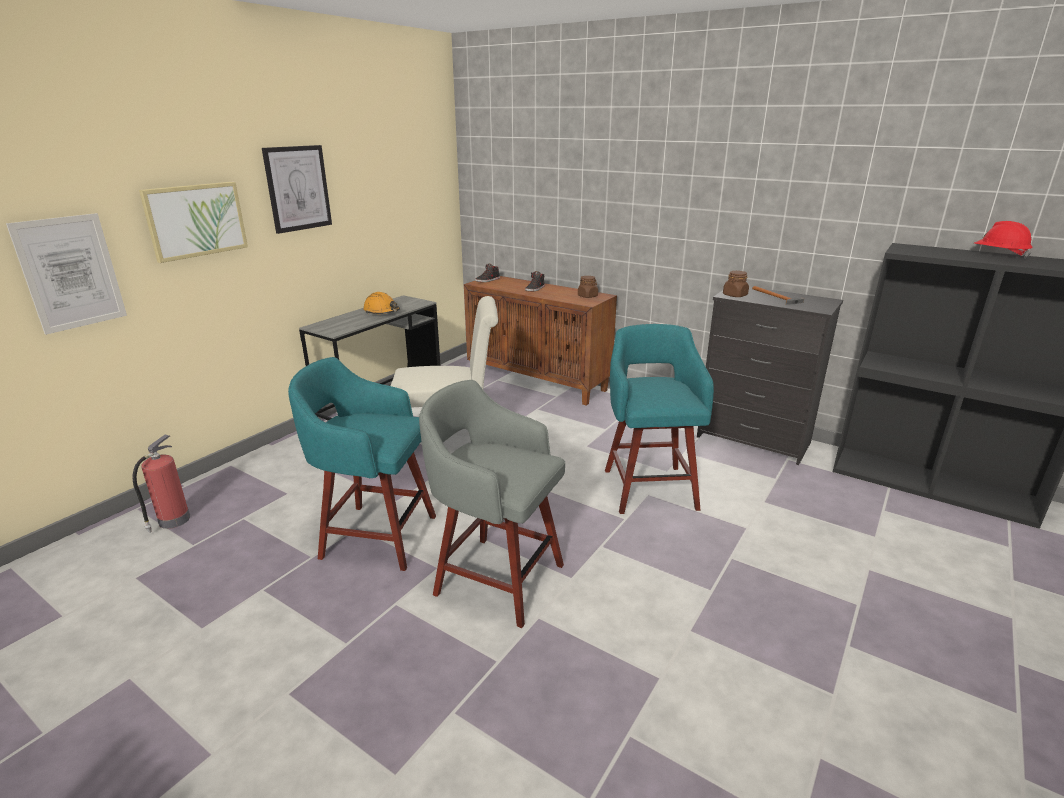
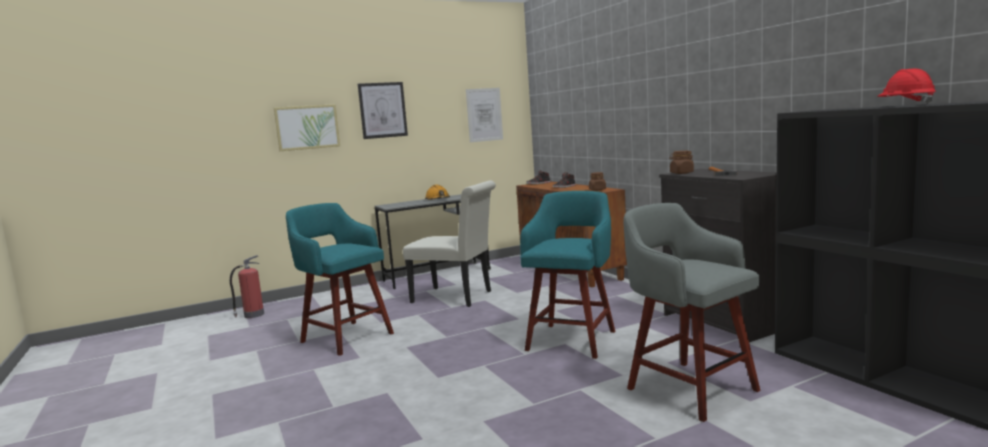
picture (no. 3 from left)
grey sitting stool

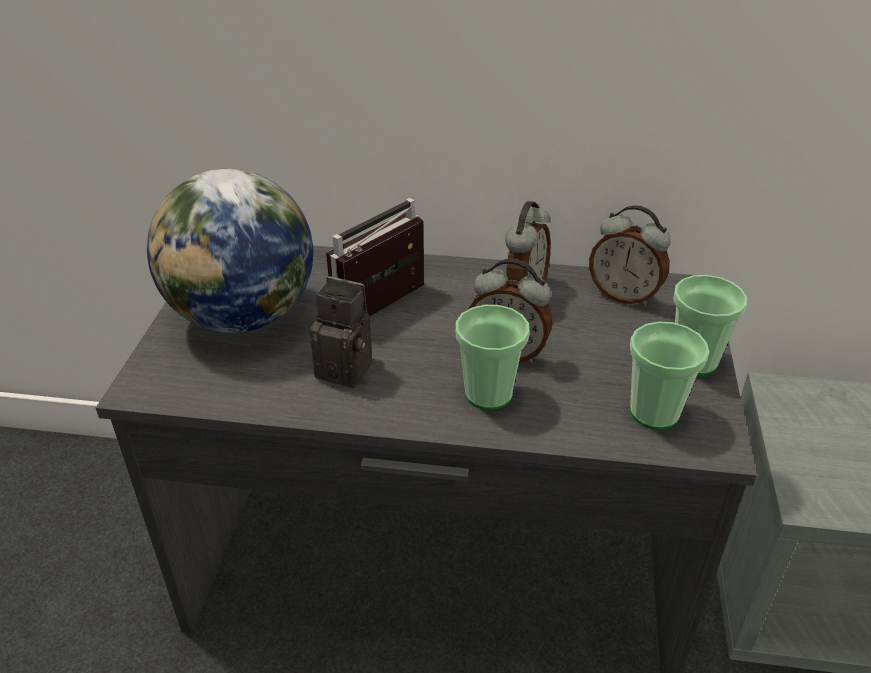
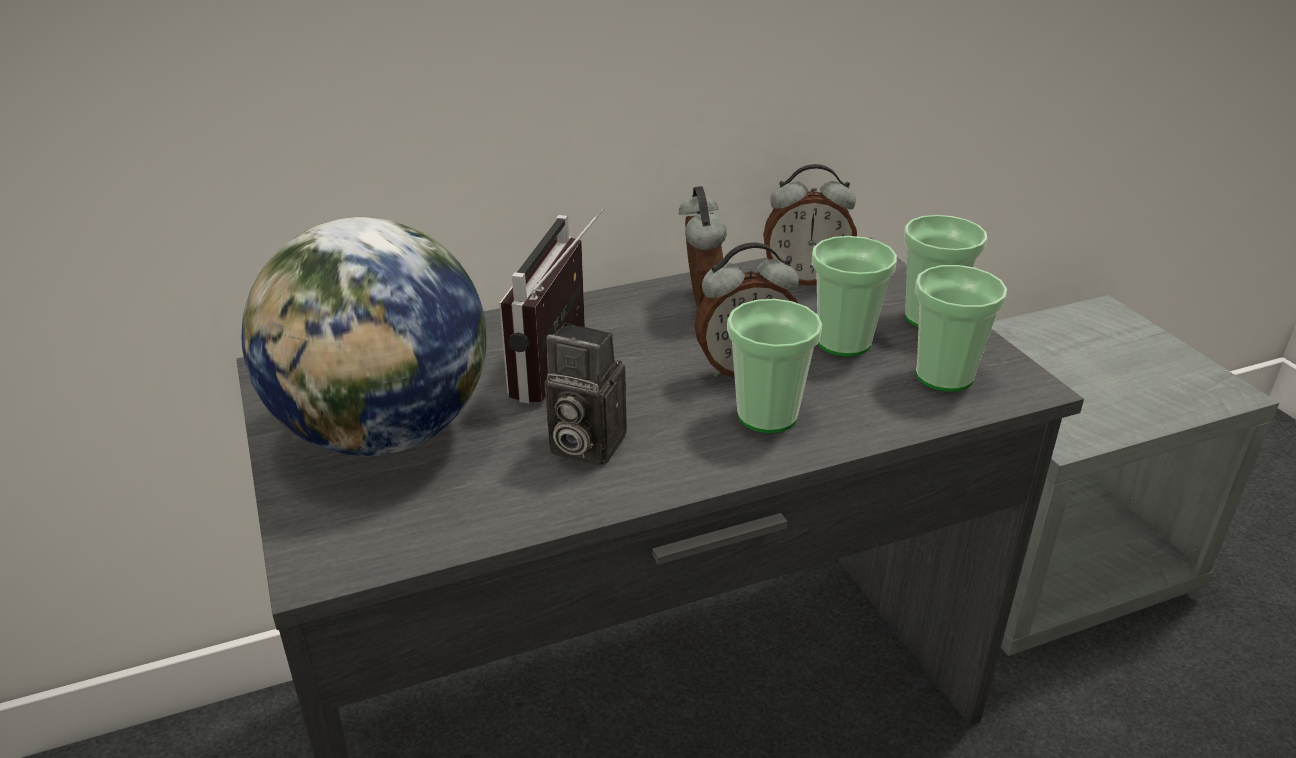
still camera
drinking cup (no. 2 from left)

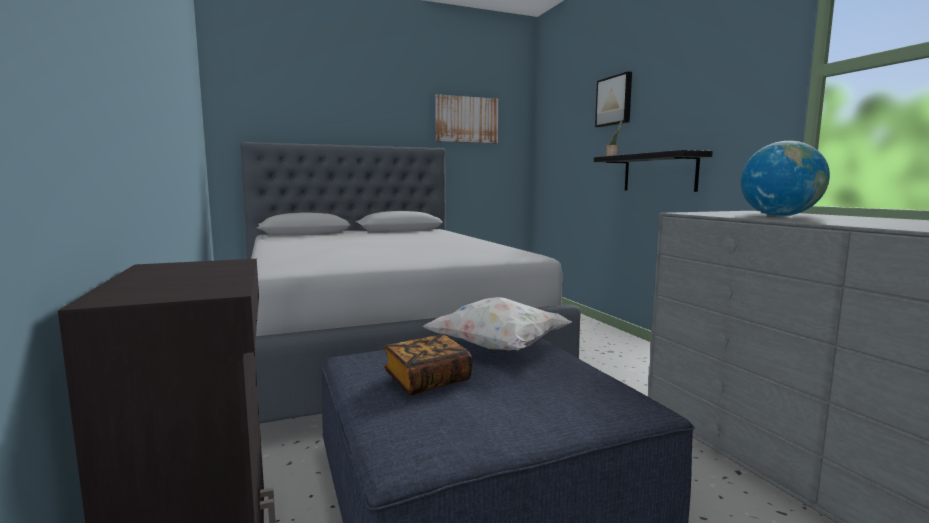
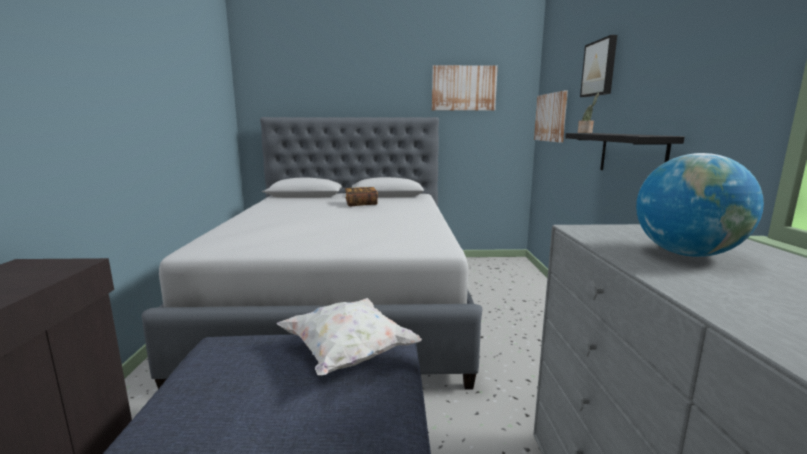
book
picture (no. 2 from left)

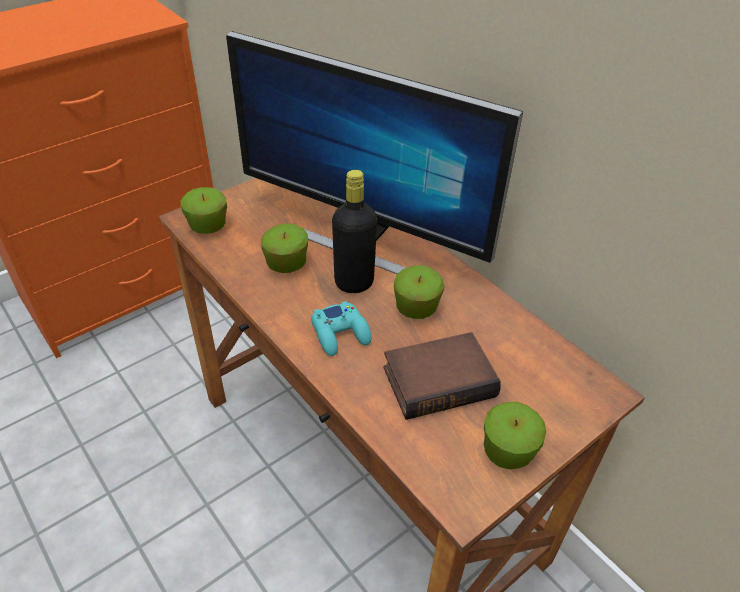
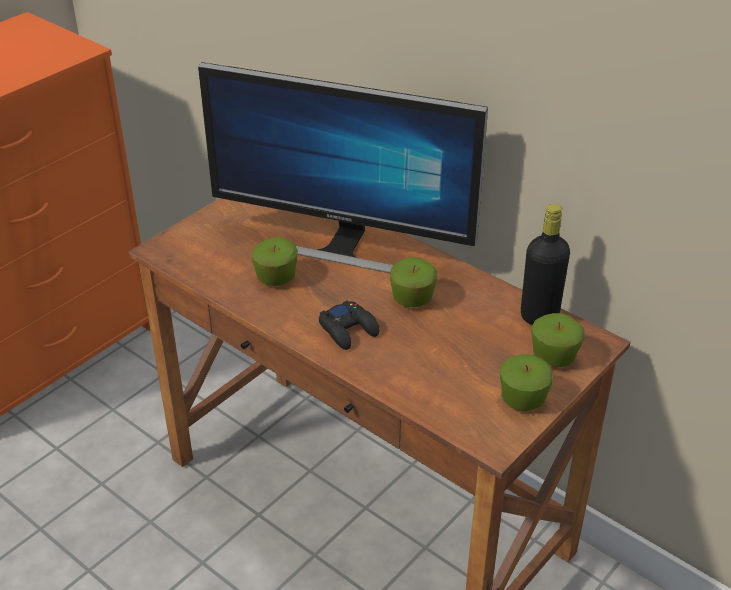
black drink bottle
whole apple (no. 4 from left)
black joypad
book

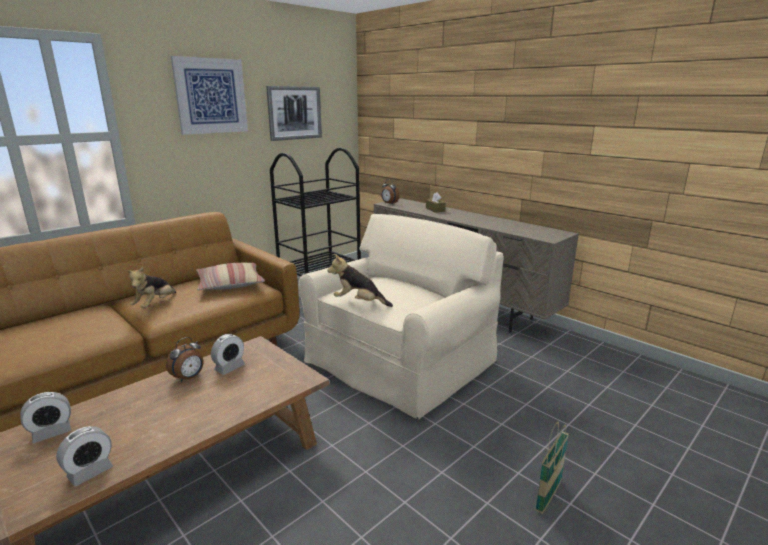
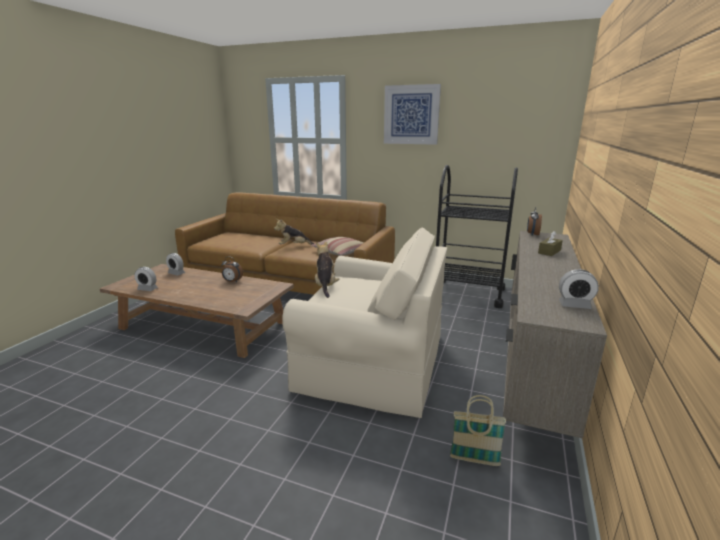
picture (no. 2 from left in the first image)
alarm clock (no. 5 from left)
storage basket

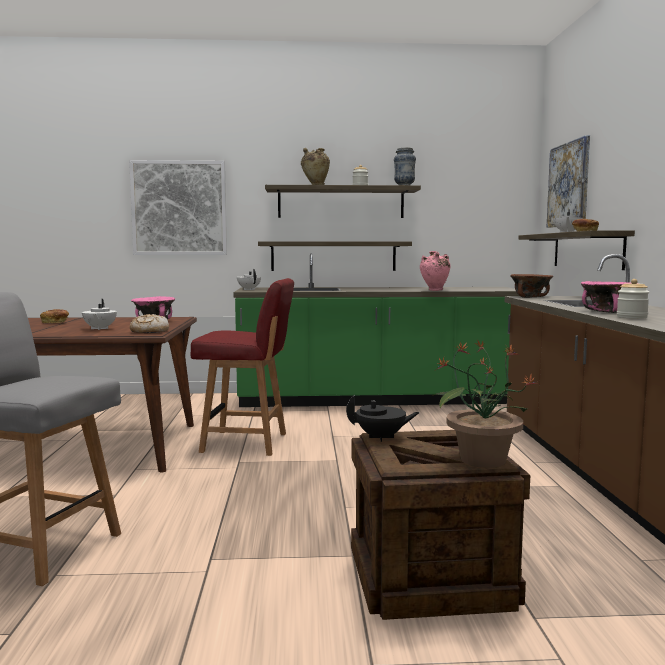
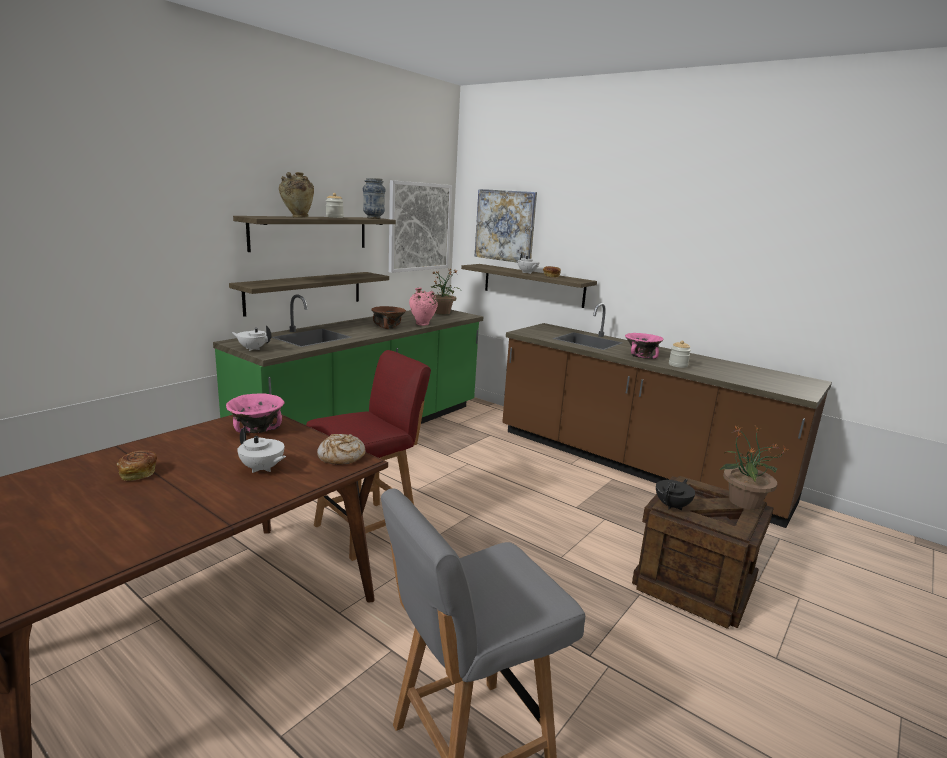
picture (no. 1 from left)
brown serving bowl
houseplant (no. 1 from left)

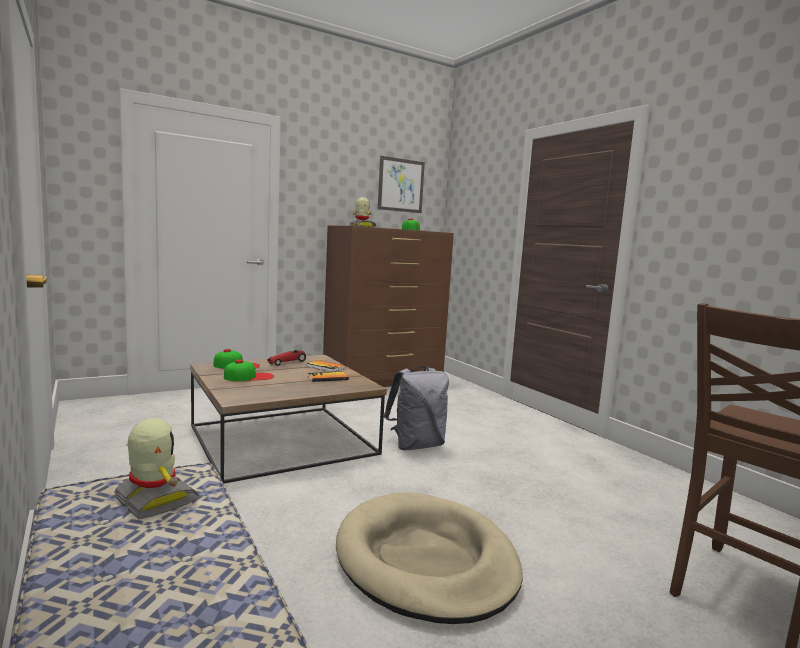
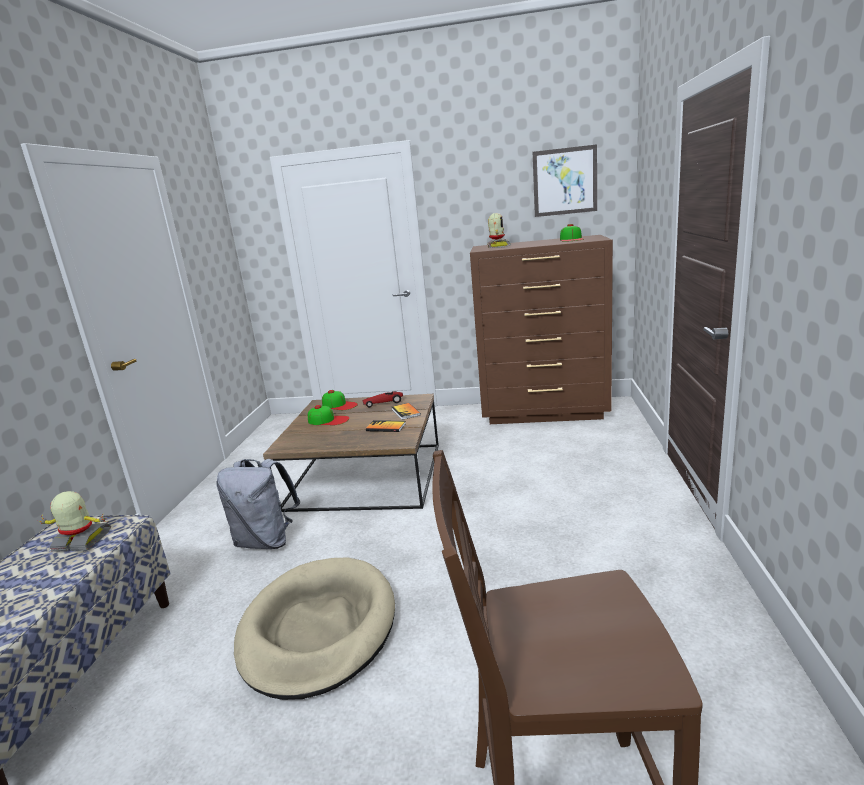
grey knapsack
model robot (no. 1 from left)

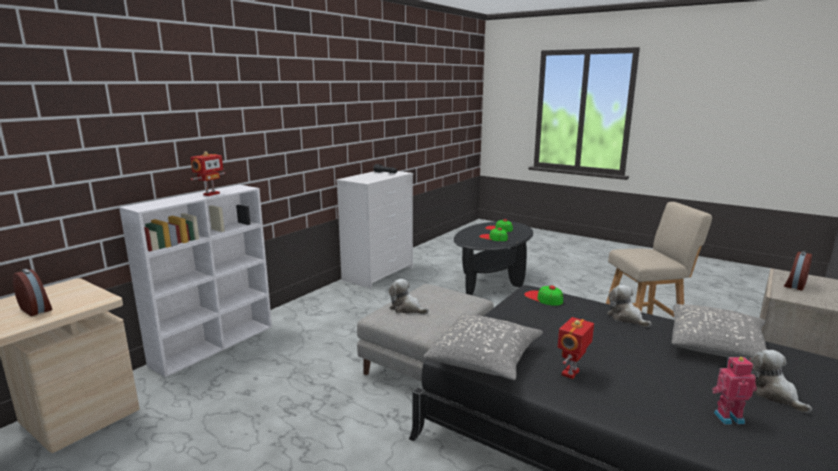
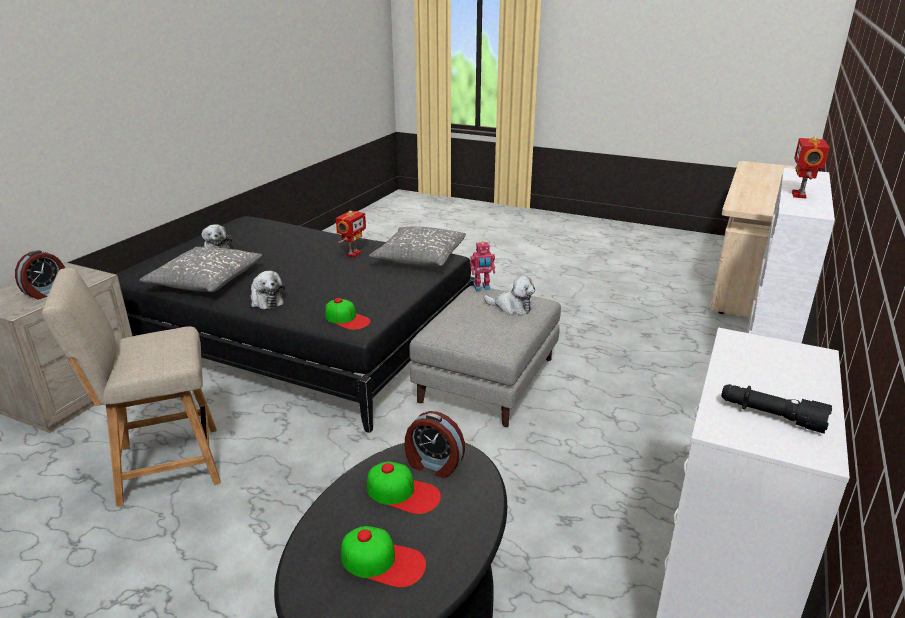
alarm clock (no. 2 from left)
model robot (no. 2 from left)

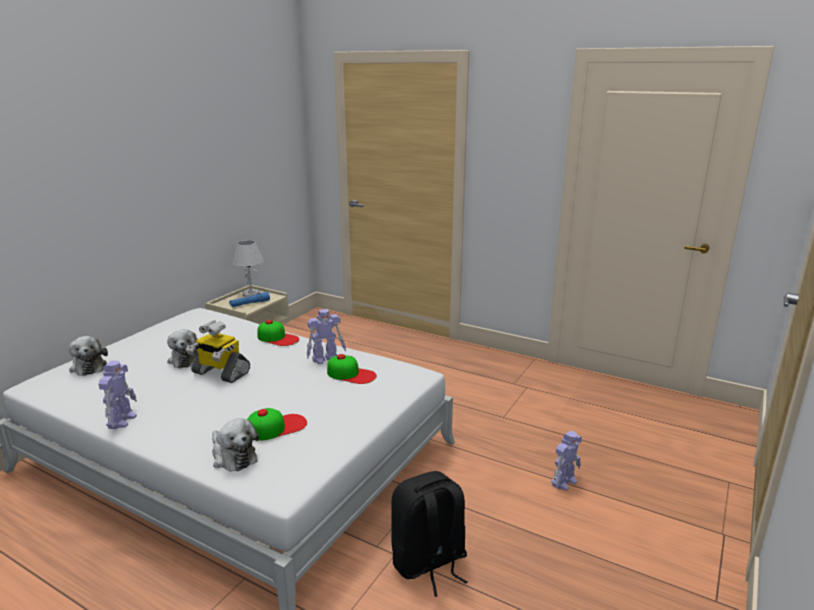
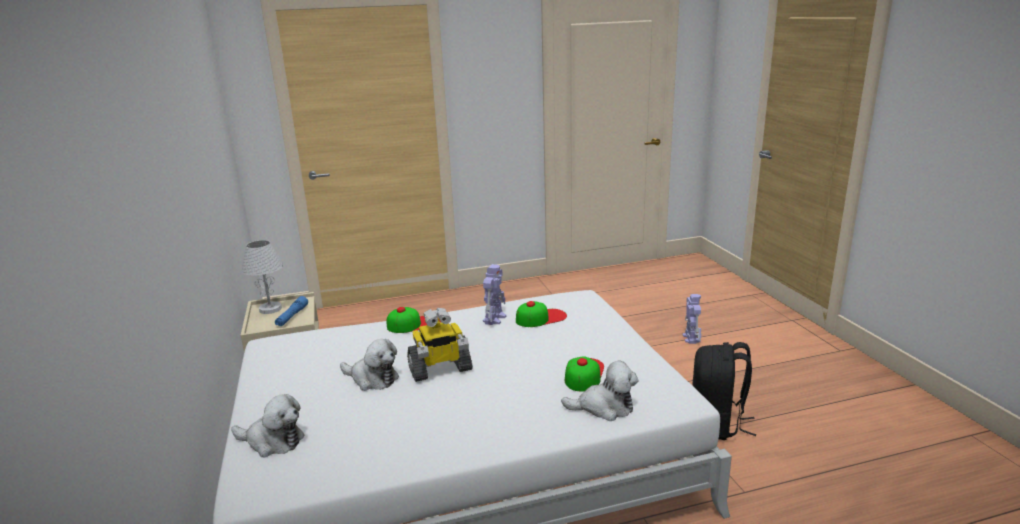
model robot (no. 1 from left in the first image)

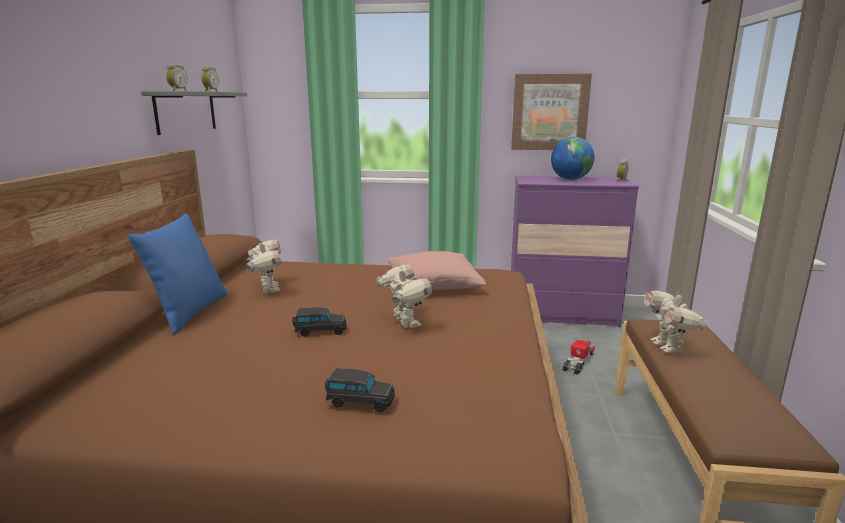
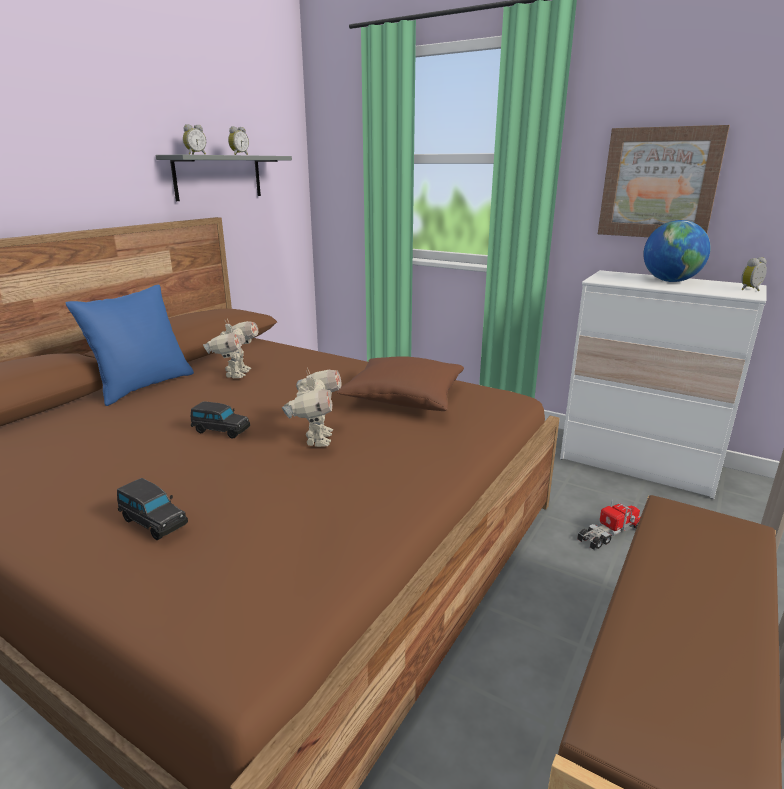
whitish chest of drawers
brown throw pillow
model robot (no. 3 from left in the first image)

